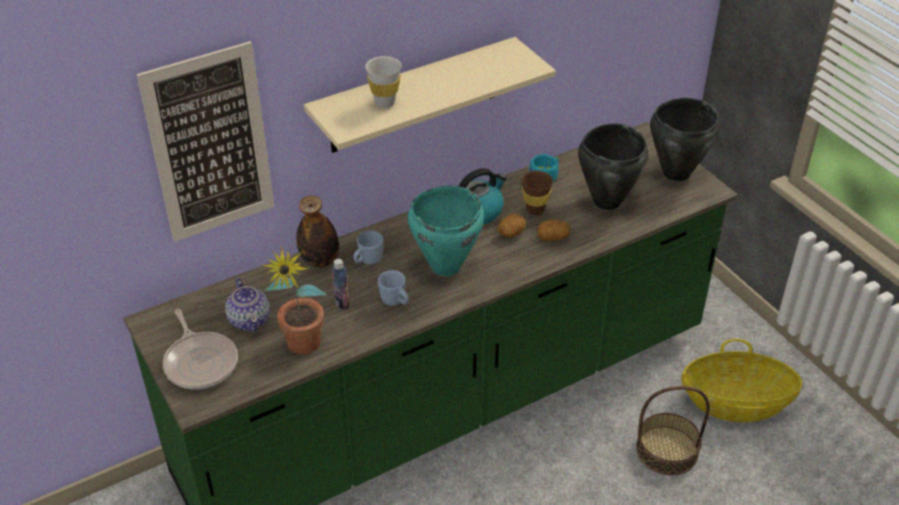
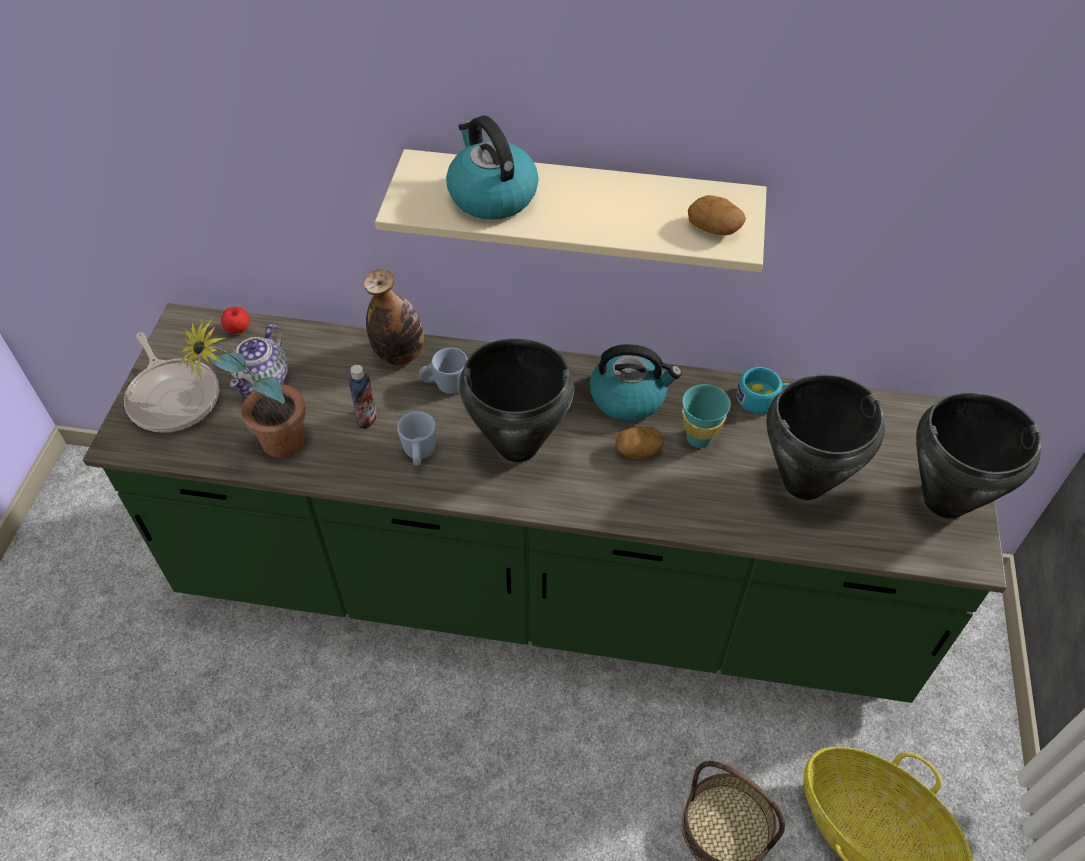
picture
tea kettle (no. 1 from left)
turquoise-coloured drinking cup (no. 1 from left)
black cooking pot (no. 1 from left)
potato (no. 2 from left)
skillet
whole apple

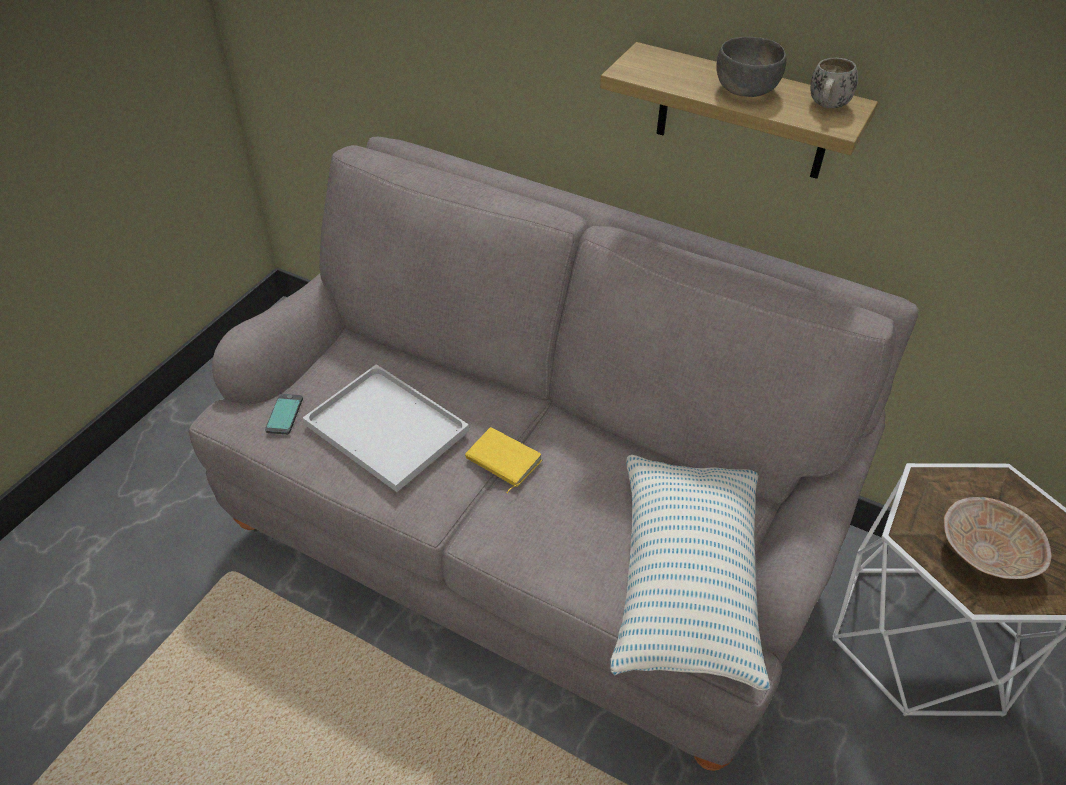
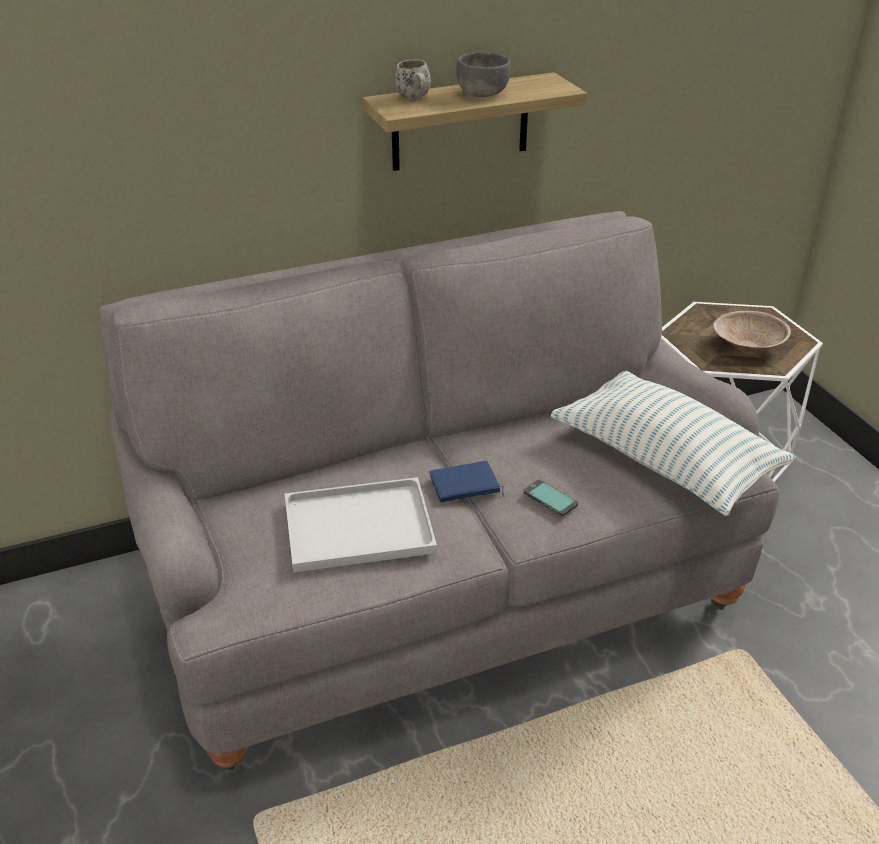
whitish mug
telephone
bluish book

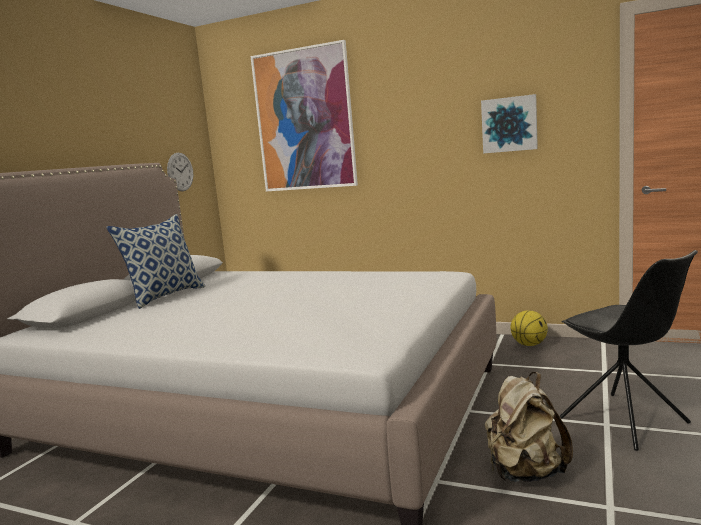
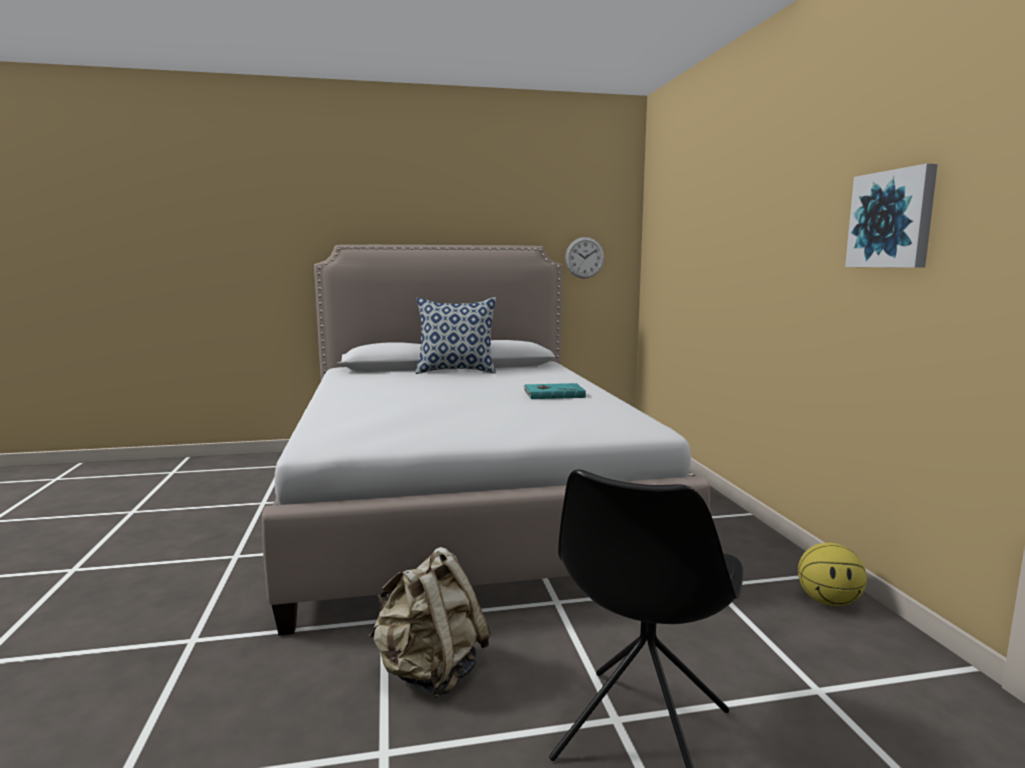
picture (no. 1 from left in the first image)
turquoise-coloured book

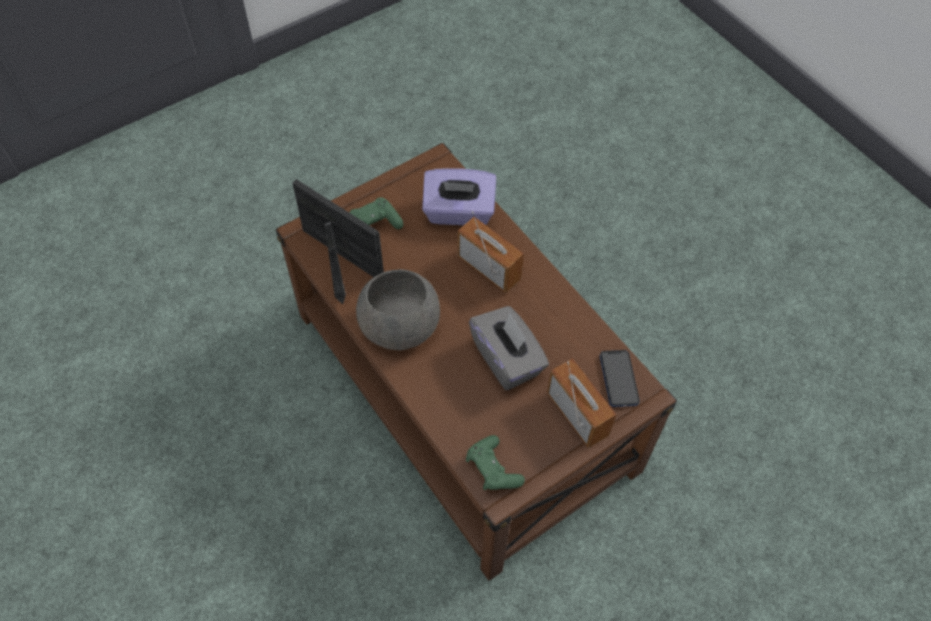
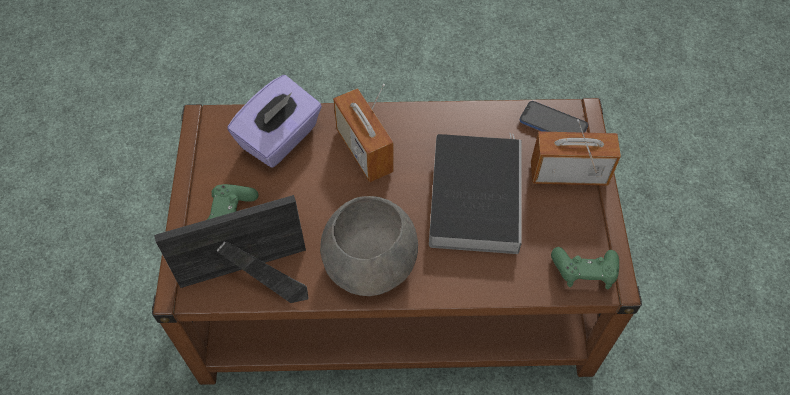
radio set (no. 1 from left)
book

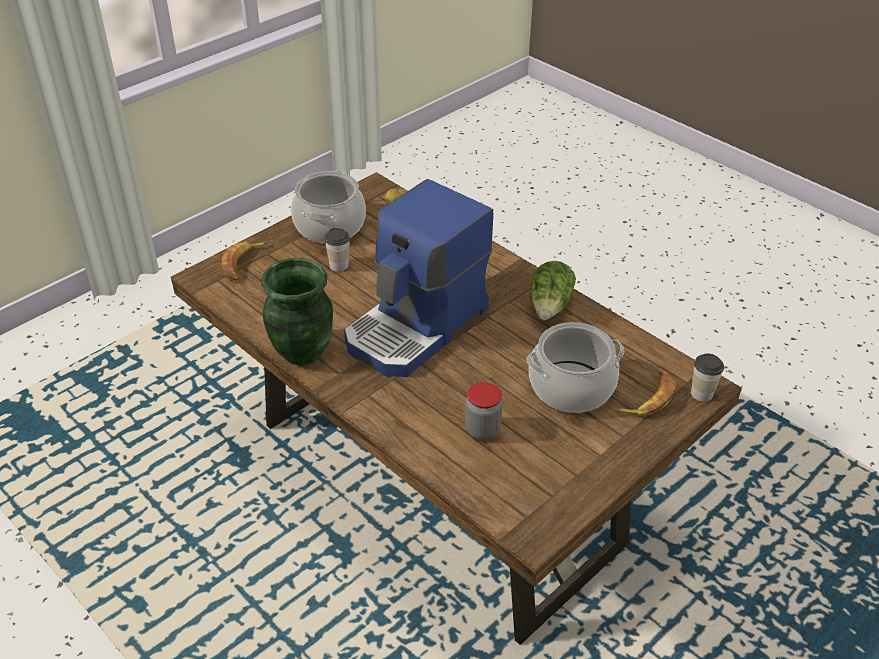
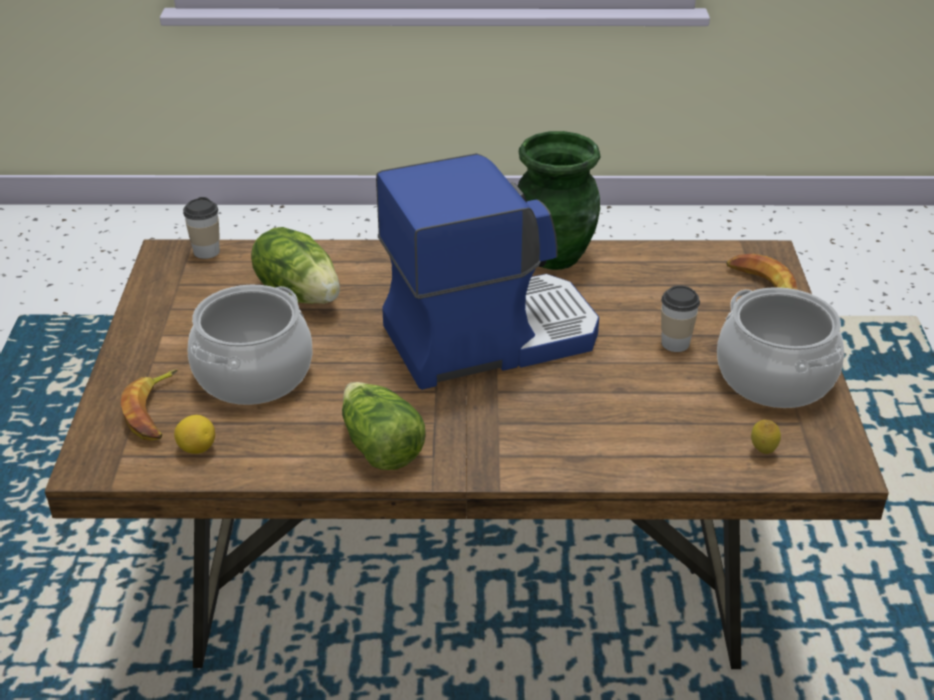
coffee machine
drinking cup (no. 1 from left)
lettuce (no. 1 from left)
whole lemon (no. 1 from left)

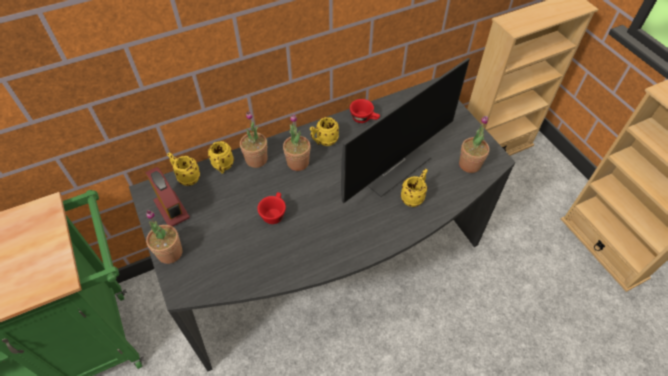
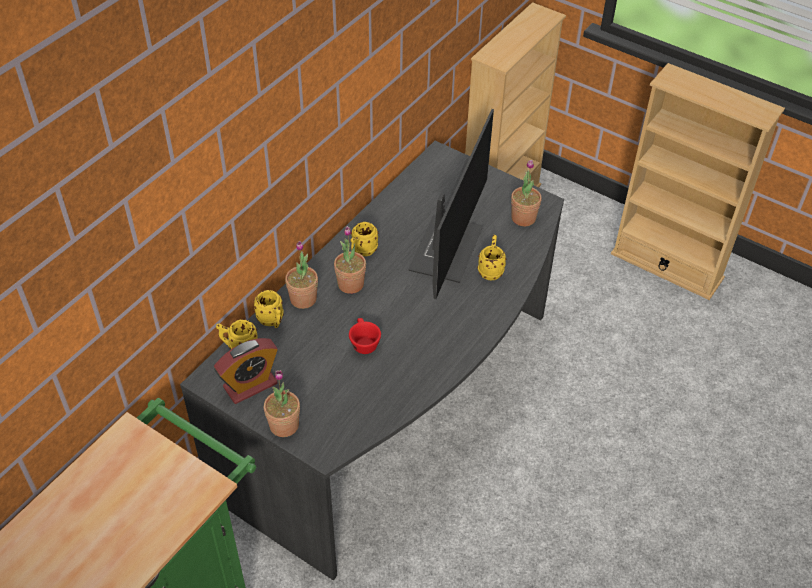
red drinking cup (no. 2 from left in the first image)
alarm clock

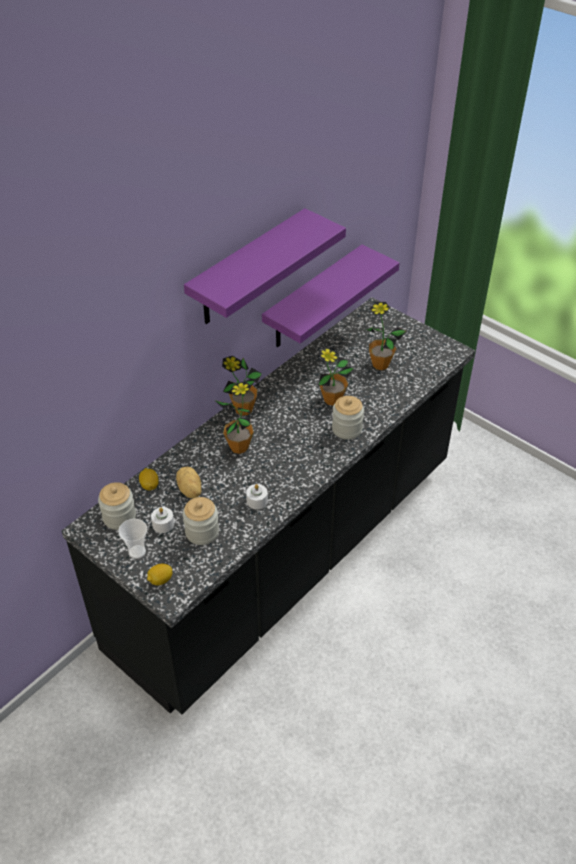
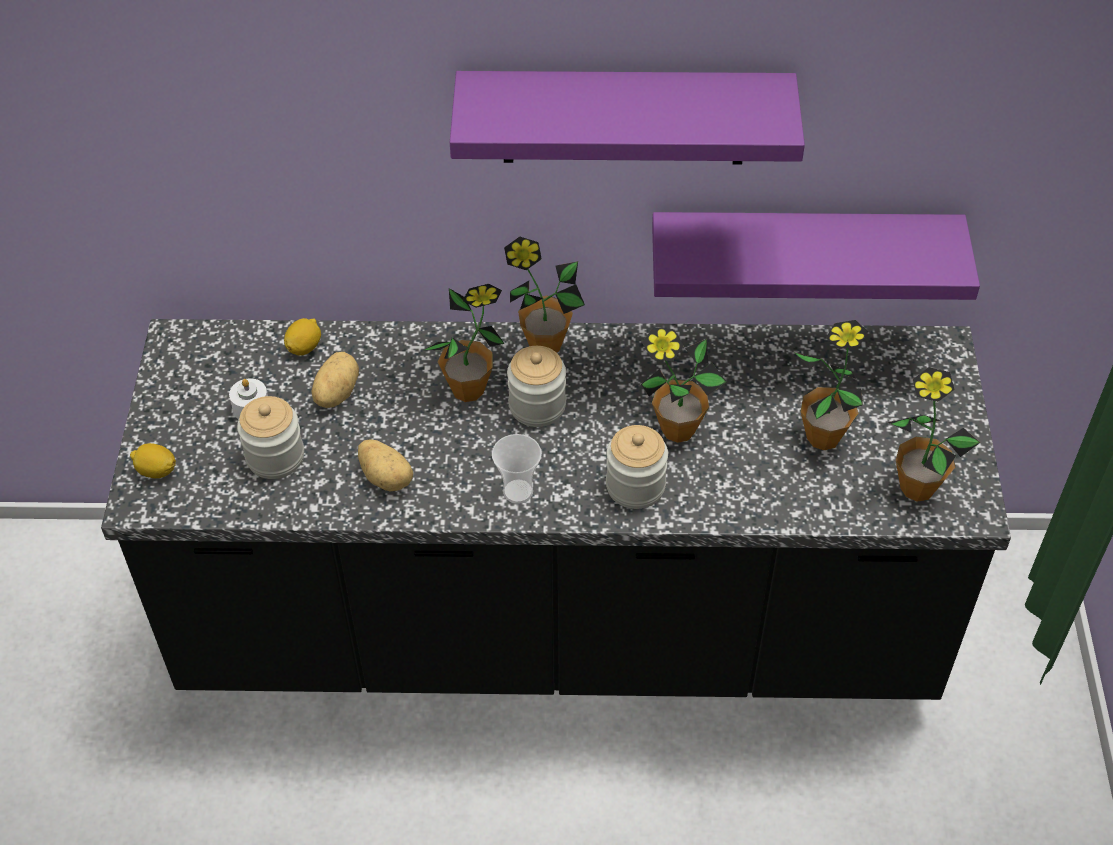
storage jar (no. 2 from left)
potato (no. 2 from left)
drinking cup
houseplant (no. 5 from left)

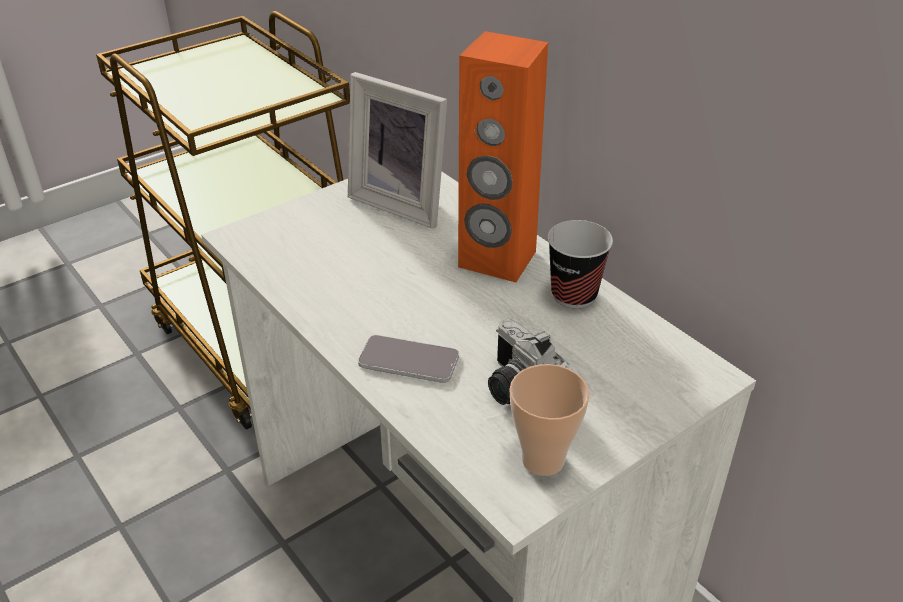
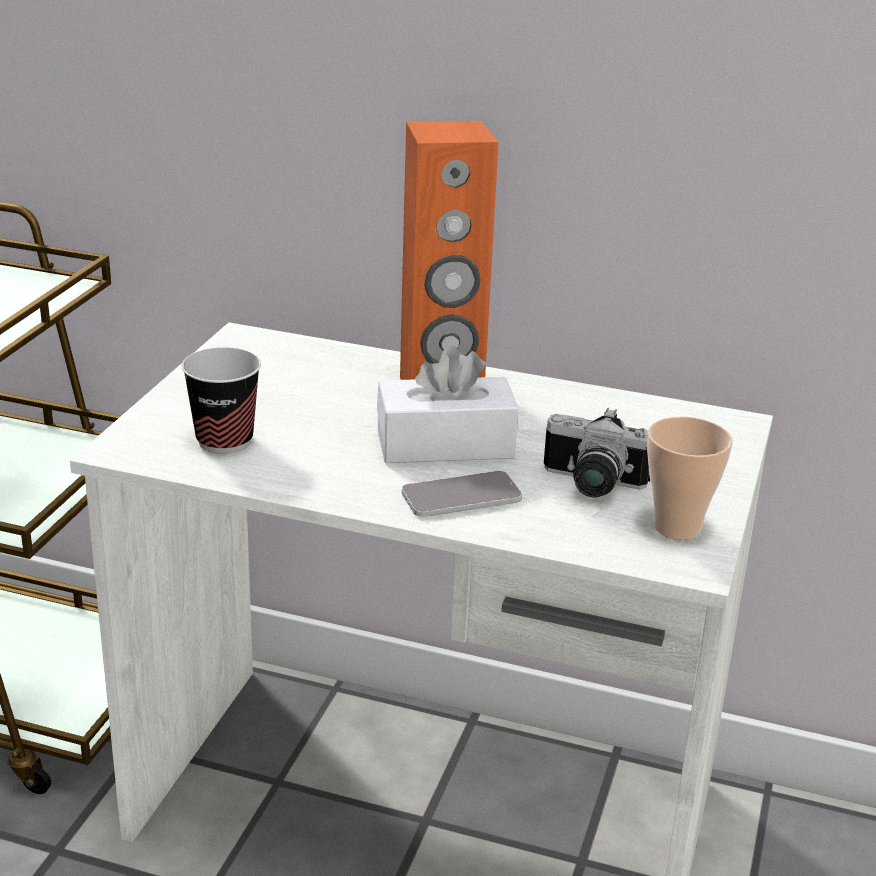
standing frame
drinking cup (no. 1 from left)
whitish box of tissues

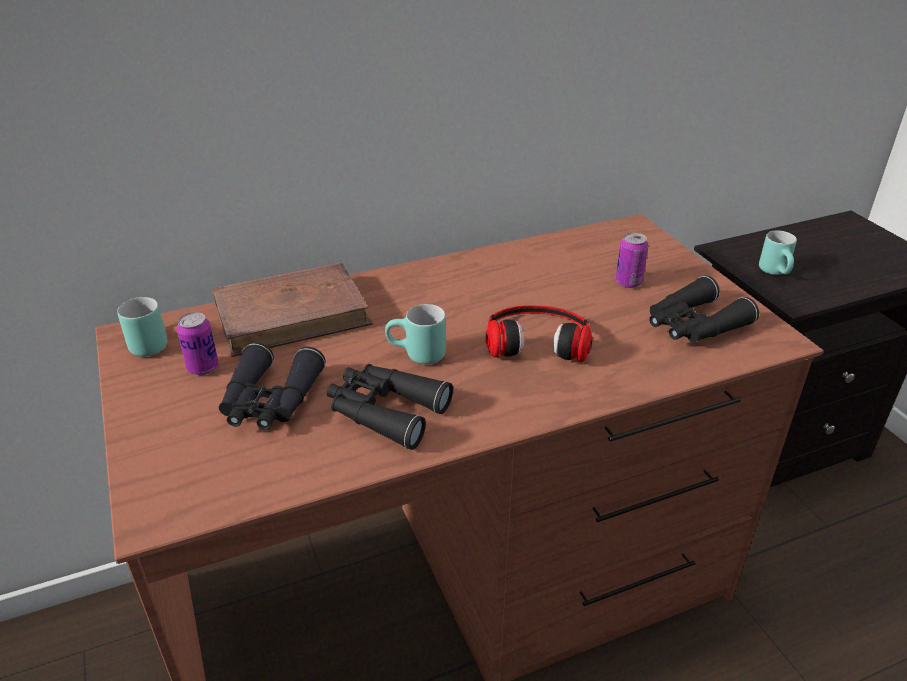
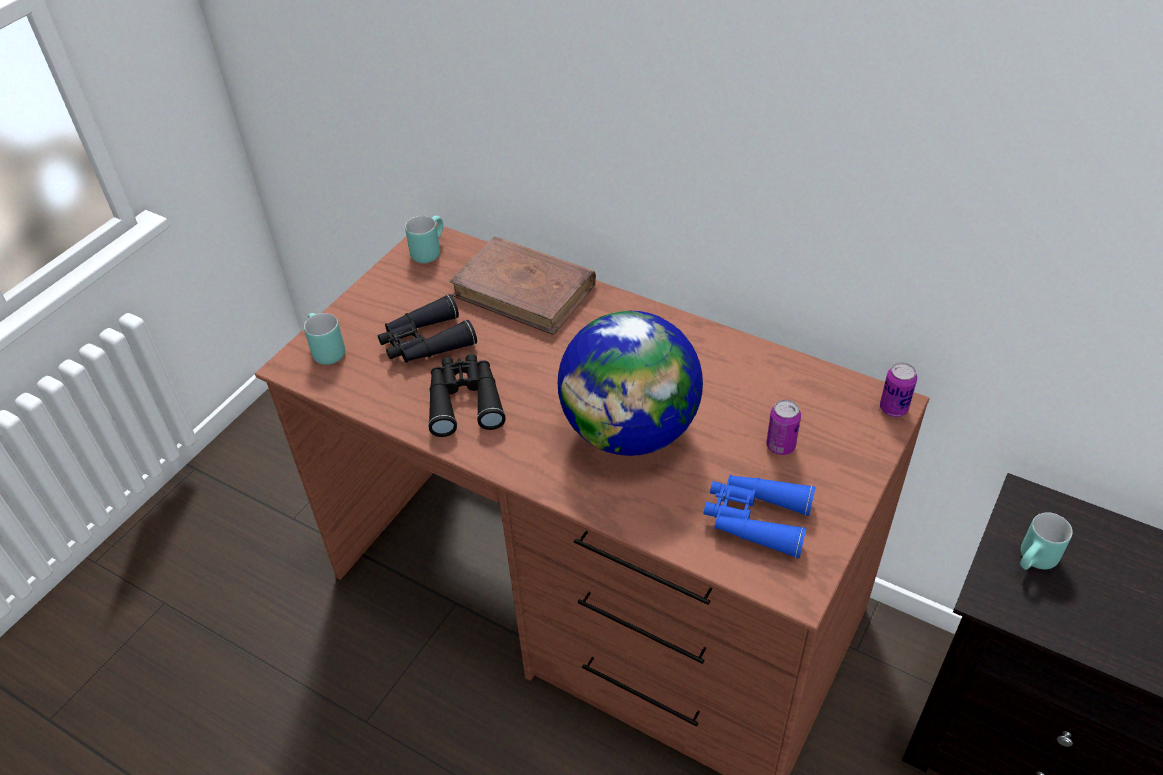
bluish field glasses
turquoise-coloured mug (no. 1 from left)
desk globe
can (no. 2 from left)

